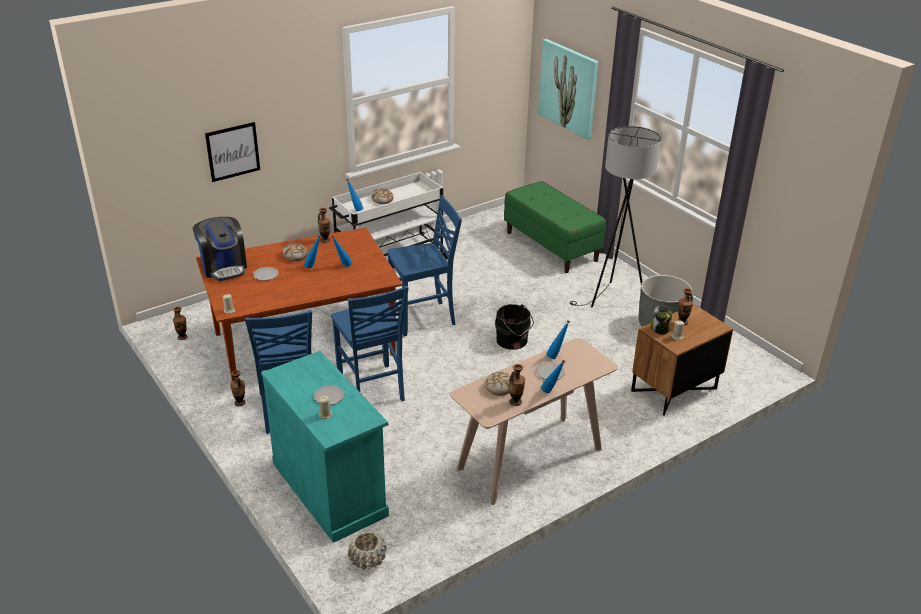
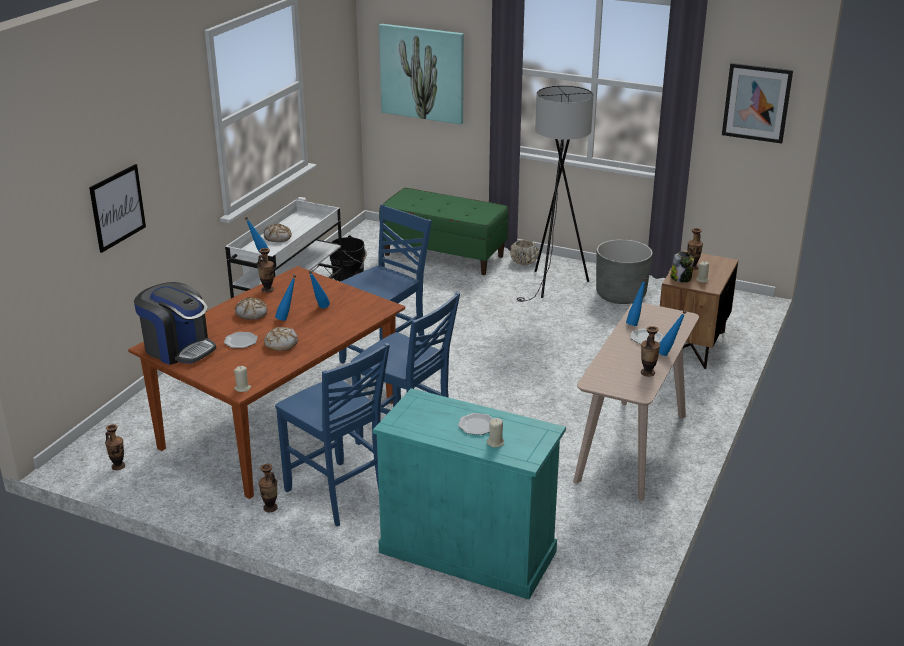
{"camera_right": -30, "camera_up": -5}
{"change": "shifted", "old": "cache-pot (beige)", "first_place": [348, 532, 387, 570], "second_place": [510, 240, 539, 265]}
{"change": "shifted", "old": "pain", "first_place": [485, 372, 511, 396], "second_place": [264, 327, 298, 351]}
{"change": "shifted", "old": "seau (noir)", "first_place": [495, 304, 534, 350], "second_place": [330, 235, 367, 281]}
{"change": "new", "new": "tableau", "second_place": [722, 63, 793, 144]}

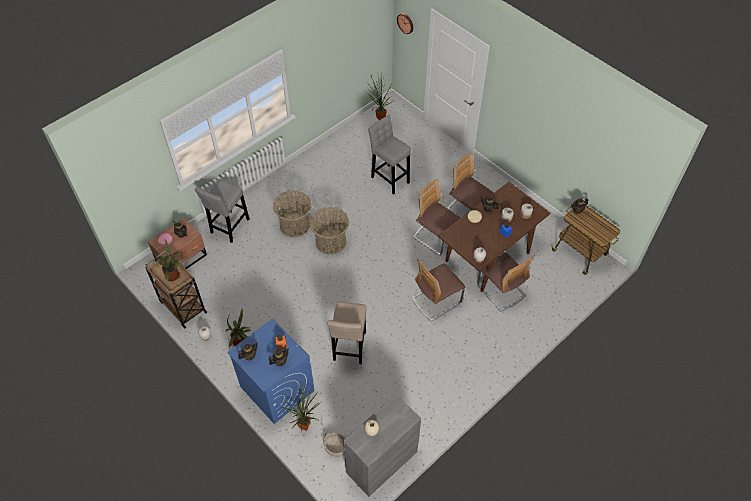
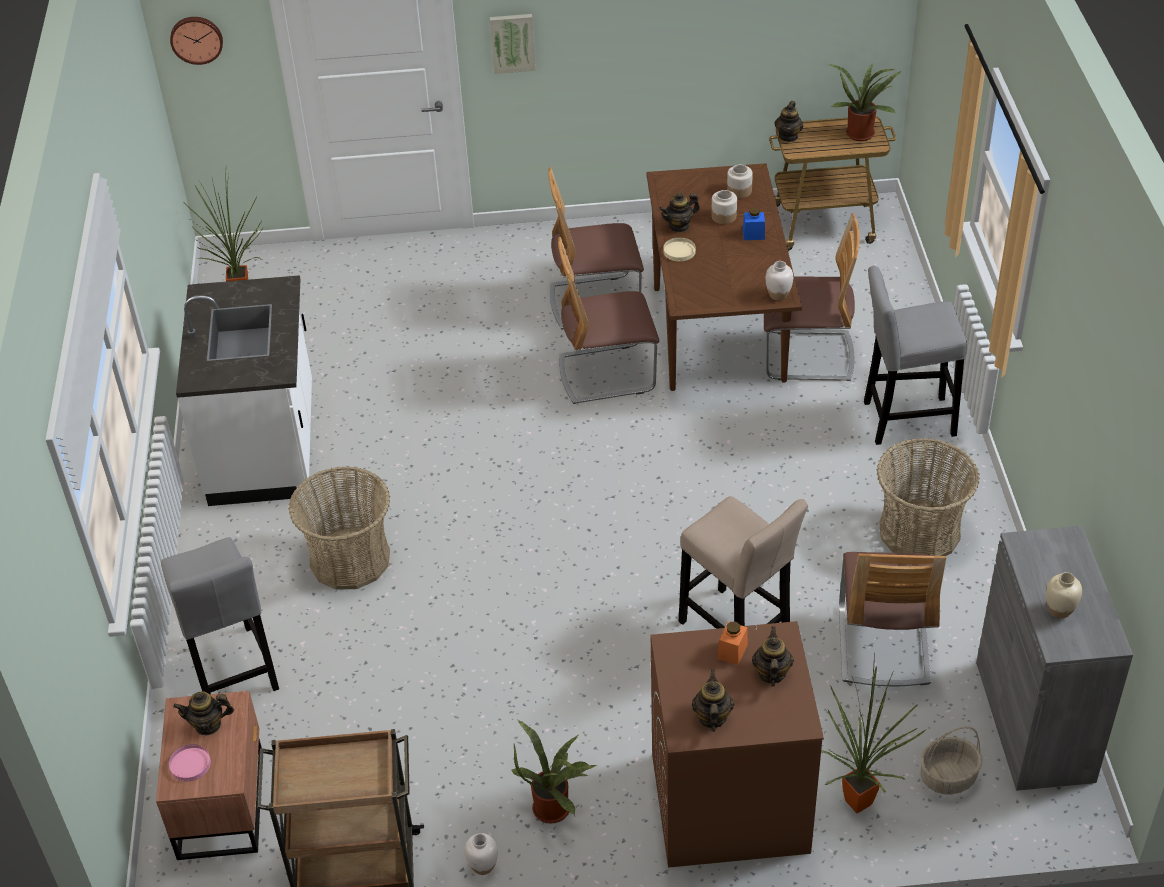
{"camera_right": -50, "camera_up": -10}
{"change": "shifted", "old": "plante en pot", "first_place": [155, 239, 184, 281], "second_place": [828, 63, 901, 141]}
{"change": "repainted", "old": "lave-linge (bleu)", "new": "lave-linge (marron)", "first_place": [227, 319, 315, 424], "second_place": [651, 621, 824, 868]}
{"change": "shifted", "old": "panier", "first_place": [310, 207, 349, 255], "second_place": [877, 438, 980, 556]}
{"change": "shifted", "old": "tabouret (gris)", "first_place": [368, 115, 411, 195], "second_place": [864, 266, 967, 445]}
{"change": "shifted", "old": "chaise", "first_place": [412, 258, 465, 322], "second_place": [839, 552, 946, 686]}
{"change": "new", "new": "comptoir de cuisine (blanc)", "second_place": [176, 275, 312, 506]}
{"change": "new", "new": "tableau", "second_place": [490, 14, 536, 74]}

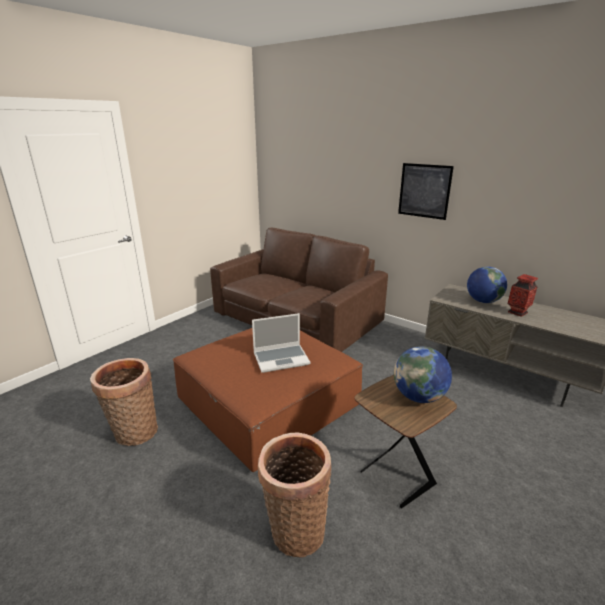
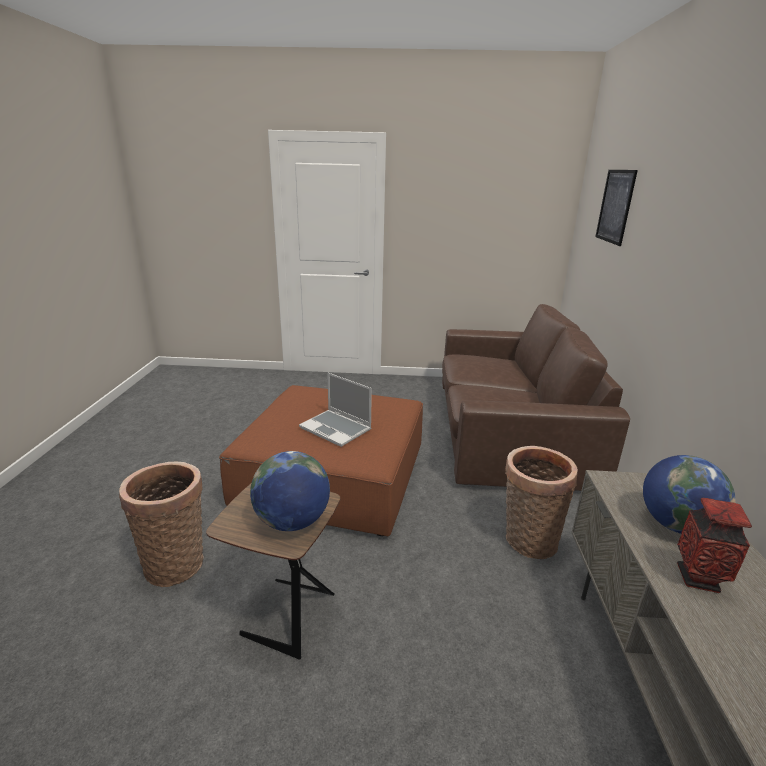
{"camera_right": 55, "camera_up": 0}
{"change": "shifted", "old": "panier", "first_place": [90, 358, 158, 446], "second_place": [505, 446, 578, 559]}
{"change": "shifted", "old": "tableau", "first_place": [398, 163, 454, 220], "second_place": [595, 170, 638, 246]}

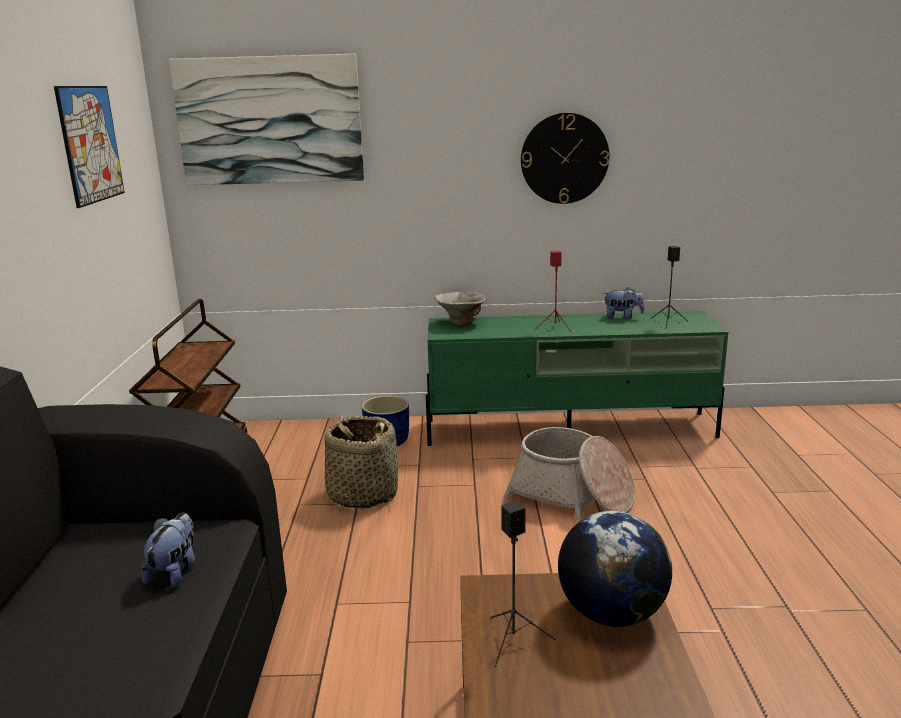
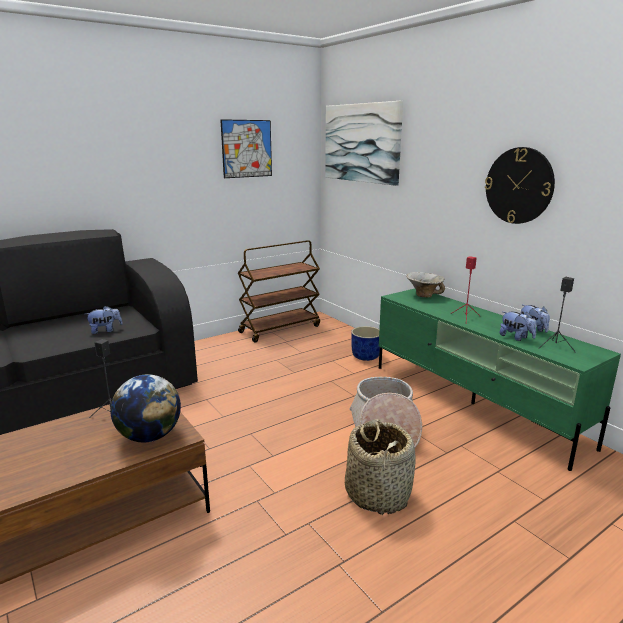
{"camera_right": 55, "camera_up": 0}
{"change": "shifted", "old": "panier", "first_place": [325, 416, 398, 509], "second_place": [345, 419, 416, 515]}
{"change": "new", "new": "peluche", "second_place": [499, 311, 536, 341]}

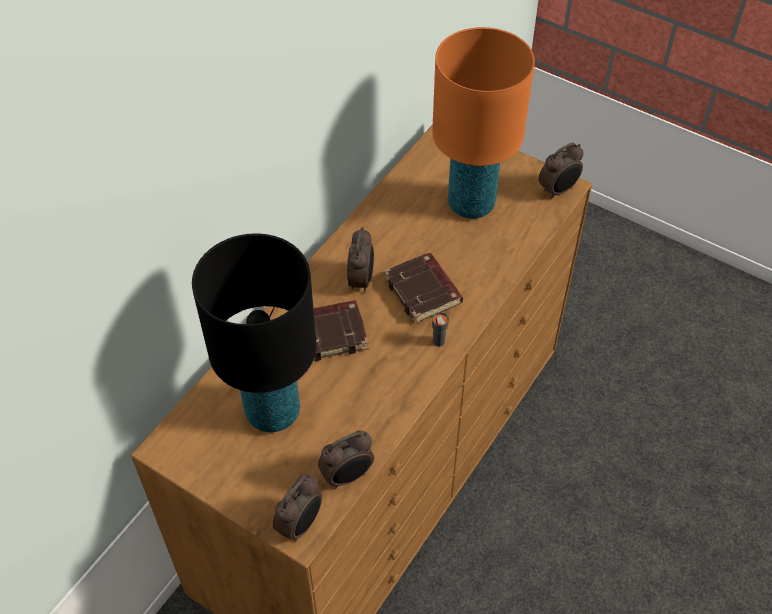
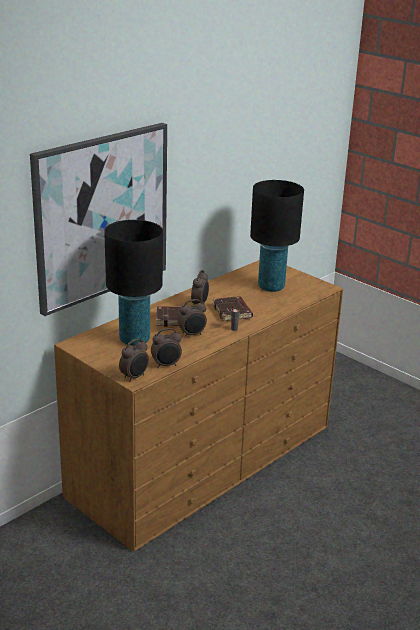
{"camera_right": 10, "camera_up": -25}
{"change": "repainted", "old": "lampe de table (orange)", "new": "lampe de table (noir)", "first_place": [432, 27, 535, 219], "second_place": [250, 180, 304, 292]}
{"change": "shifted", "old": "réveil", "first_place": [539, 143, 584, 199], "second_place": [178, 299, 207, 338]}
{"change": "new", "new": "tableau", "second_place": [30, 123, 167, 316]}

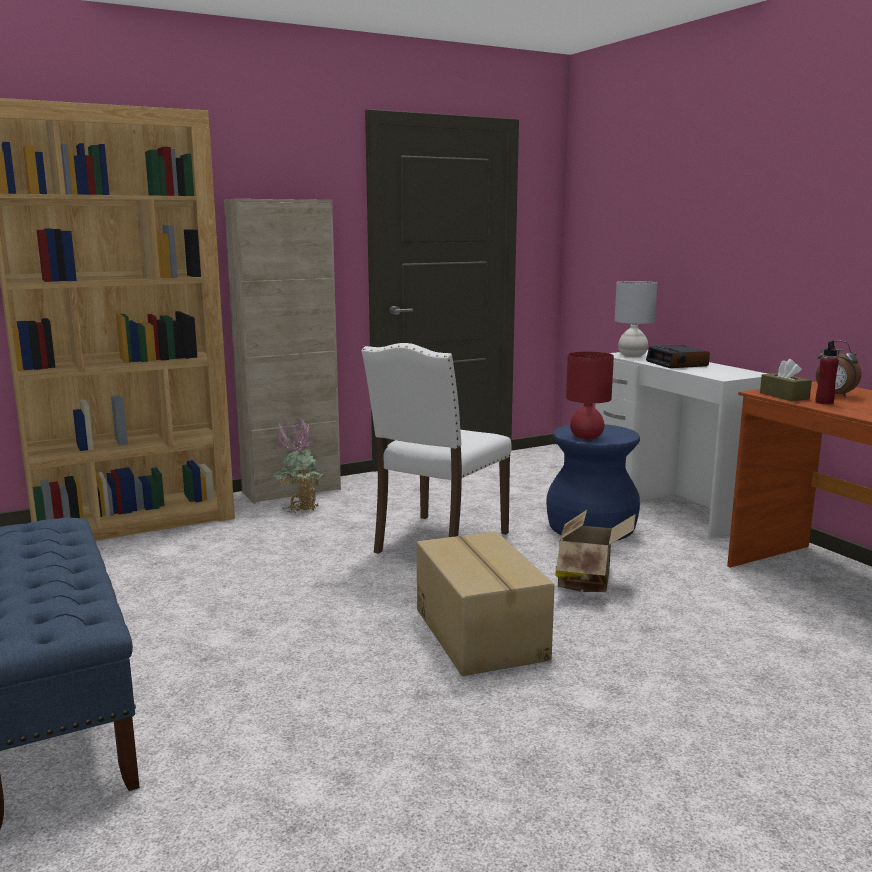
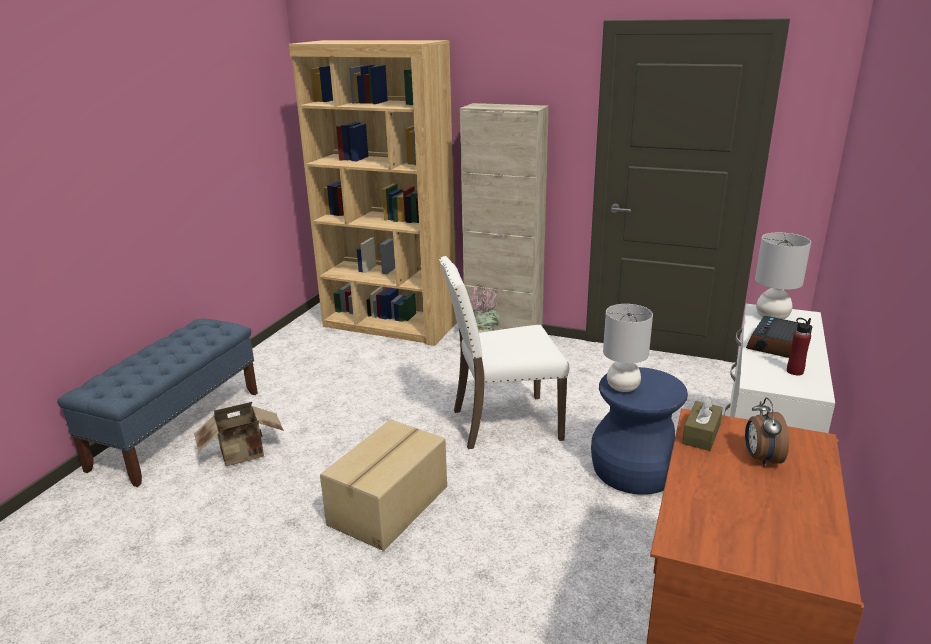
{"camera_right": 50, "camera_up": 10}
{"change": "shifted", "old": "carton", "first_place": [556, 510, 635, 592], "second_place": [194, 402, 284, 466]}
{"change": "repainted", "old": "lampe de table (rouge)", "new": "lampe de table (gris)", "first_place": [566, 351, 614, 439], "second_place": [603, 304, 653, 392]}
{"change": "shifted", "old": "bouteille (rouge)", "first_place": [816, 341, 839, 404], "second_place": [787, 318, 811, 375]}

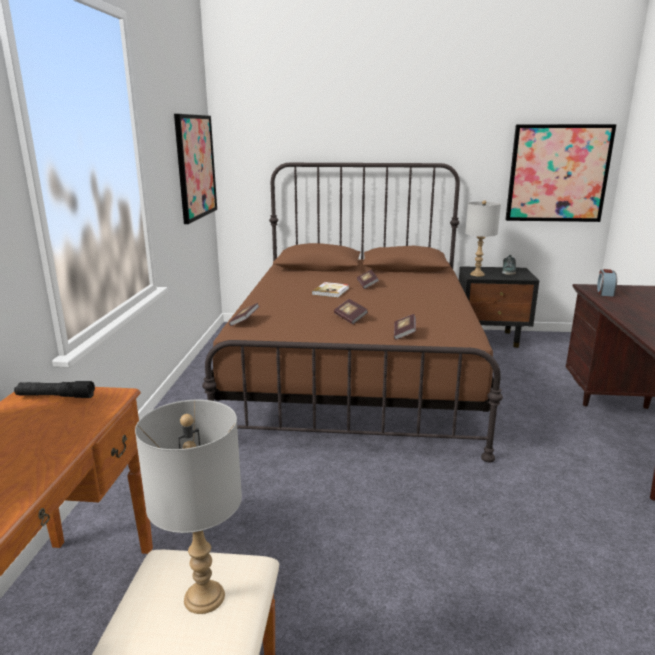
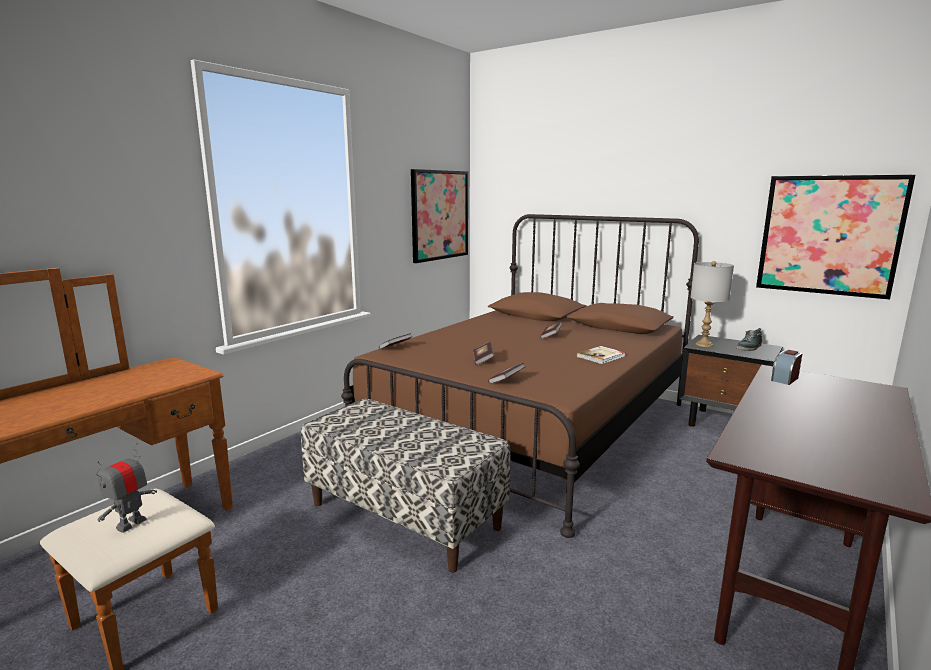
{"camera_right": 30, "camera_up": -5}
{"change": "gone", "old": "lampe de poche (noir)", "first_place": [14, 381, 95, 398]}
{"change": "swapped", "old": "lampe de table (gris)", "new": "robot jouet", "first_place": [135, 400, 242, 614], "second_place": [96, 443, 157, 533]}
{"change": "shifted", "old": "livre", "first_place": [312, 282, 349, 298], "second_place": [577, 346, 626, 364]}
{"change": "new", "new": "banc", "second_place": [301, 399, 511, 572]}

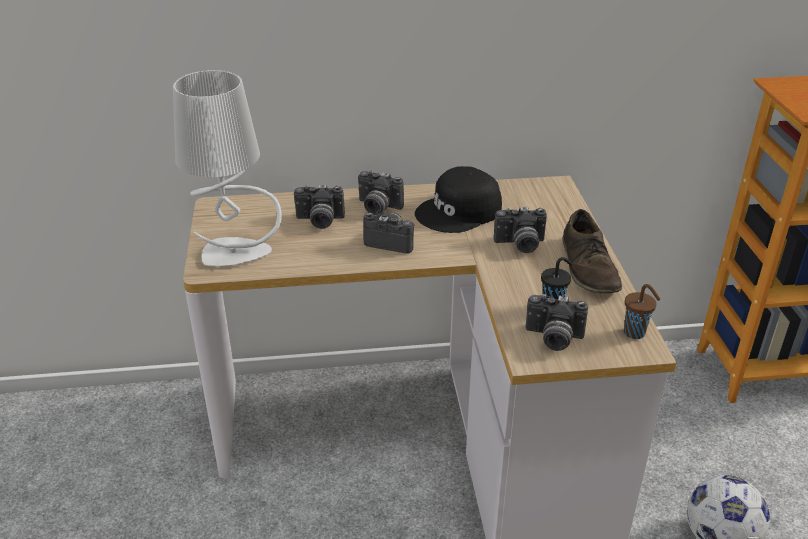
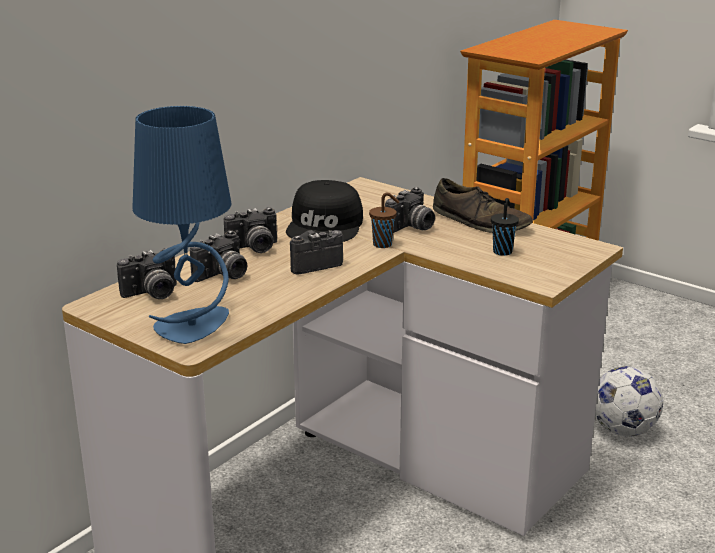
{"camera_right": -45, "camera_up": -10}
{"change": "repainted", "old": "lampe de table (blanc)", "new": "lampe de table (bleu)", "first_place": [173, 70, 282, 267], "second_place": [132, 106, 231, 344]}
{"change": "shifted", "old": "appareil photo", "first_place": [525, 294, 588, 351], "second_place": [117, 248, 177, 299]}
{"change": "shifted", "old": "tasse (marron)", "first_place": [624, 284, 660, 339], "second_place": [369, 193, 399, 248]}

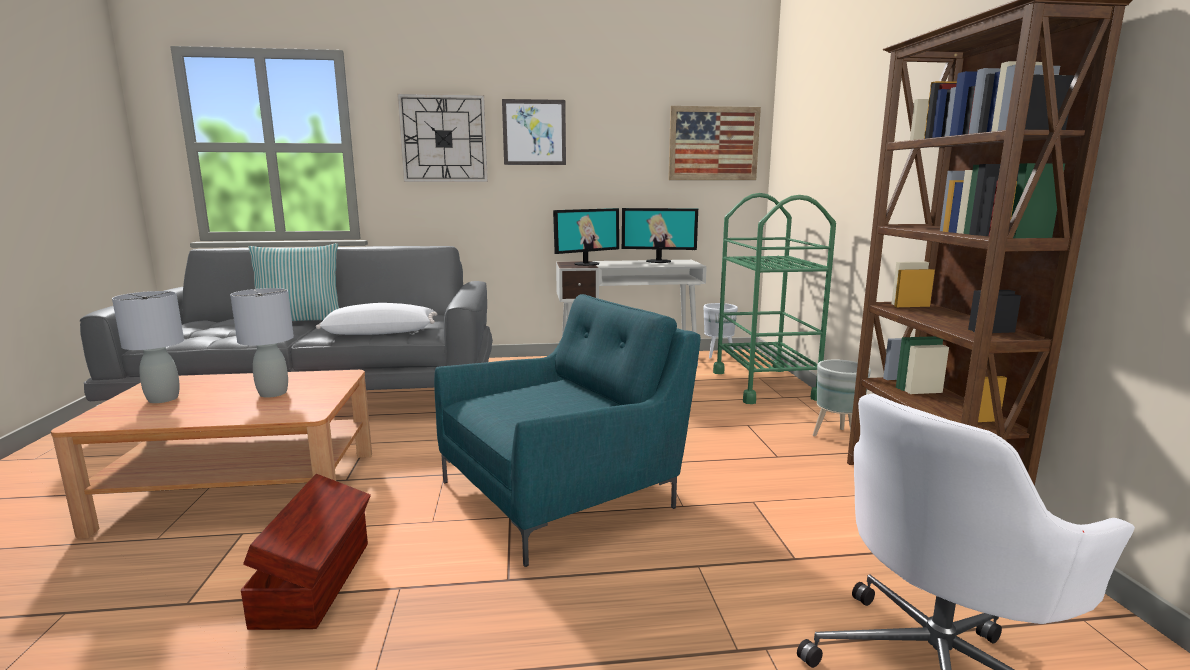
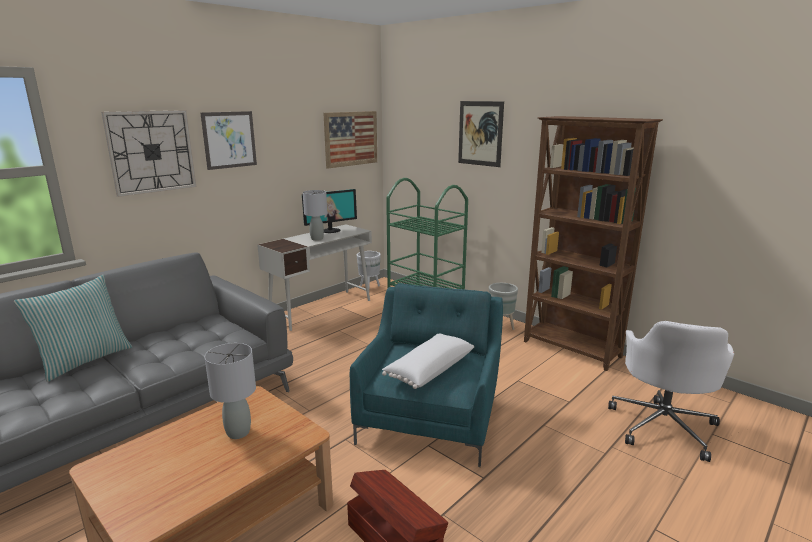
{"camera_right": -40, "camera_up": 5}
{"change": "shifted", "old": "lampe de table (gris)", "first_place": [112, 291, 184, 403], "second_place": [303, 190, 327, 241]}
{"change": "shifted", "old": "coussin (blanc)", "first_place": [316, 303, 437, 335], "second_place": [382, 334, 474, 389]}
{"change": "gone", "old": "écran d'ordinateur", "first_place": [553, 208, 619, 266]}
{"change": "new", "new": "tableau", "second_place": [458, 101, 504, 167]}

